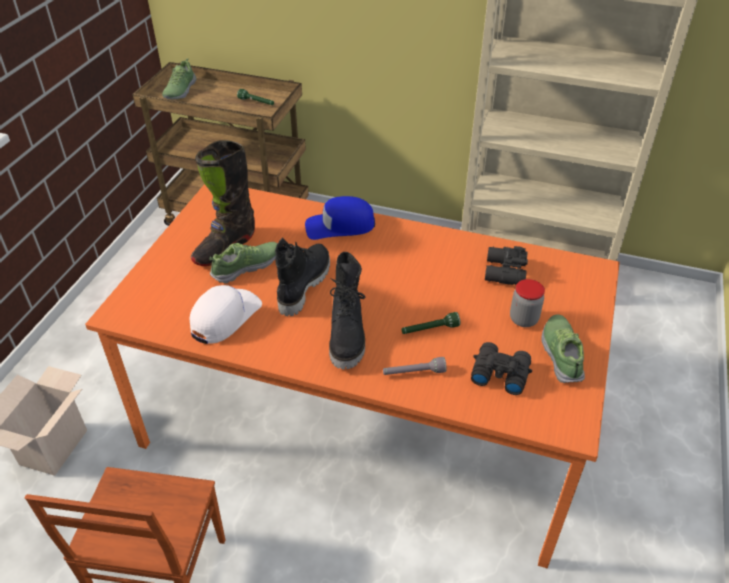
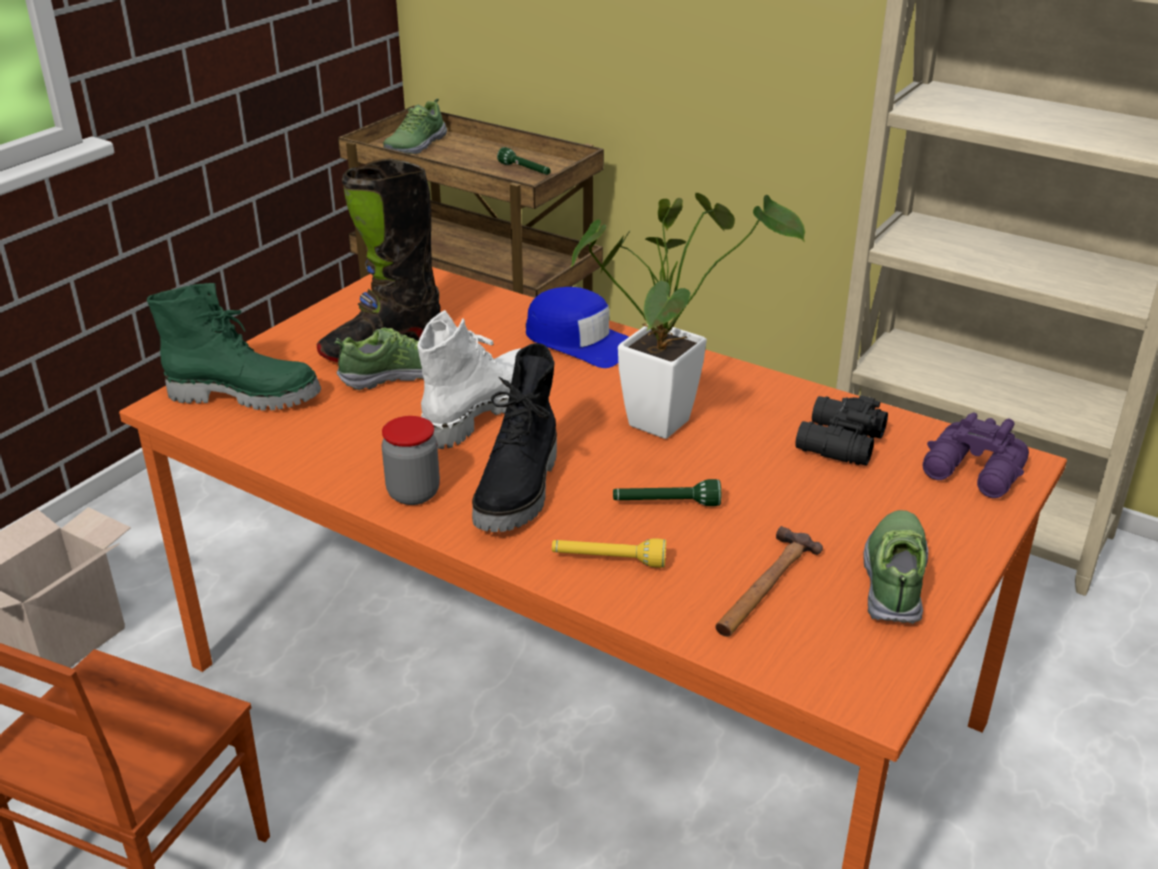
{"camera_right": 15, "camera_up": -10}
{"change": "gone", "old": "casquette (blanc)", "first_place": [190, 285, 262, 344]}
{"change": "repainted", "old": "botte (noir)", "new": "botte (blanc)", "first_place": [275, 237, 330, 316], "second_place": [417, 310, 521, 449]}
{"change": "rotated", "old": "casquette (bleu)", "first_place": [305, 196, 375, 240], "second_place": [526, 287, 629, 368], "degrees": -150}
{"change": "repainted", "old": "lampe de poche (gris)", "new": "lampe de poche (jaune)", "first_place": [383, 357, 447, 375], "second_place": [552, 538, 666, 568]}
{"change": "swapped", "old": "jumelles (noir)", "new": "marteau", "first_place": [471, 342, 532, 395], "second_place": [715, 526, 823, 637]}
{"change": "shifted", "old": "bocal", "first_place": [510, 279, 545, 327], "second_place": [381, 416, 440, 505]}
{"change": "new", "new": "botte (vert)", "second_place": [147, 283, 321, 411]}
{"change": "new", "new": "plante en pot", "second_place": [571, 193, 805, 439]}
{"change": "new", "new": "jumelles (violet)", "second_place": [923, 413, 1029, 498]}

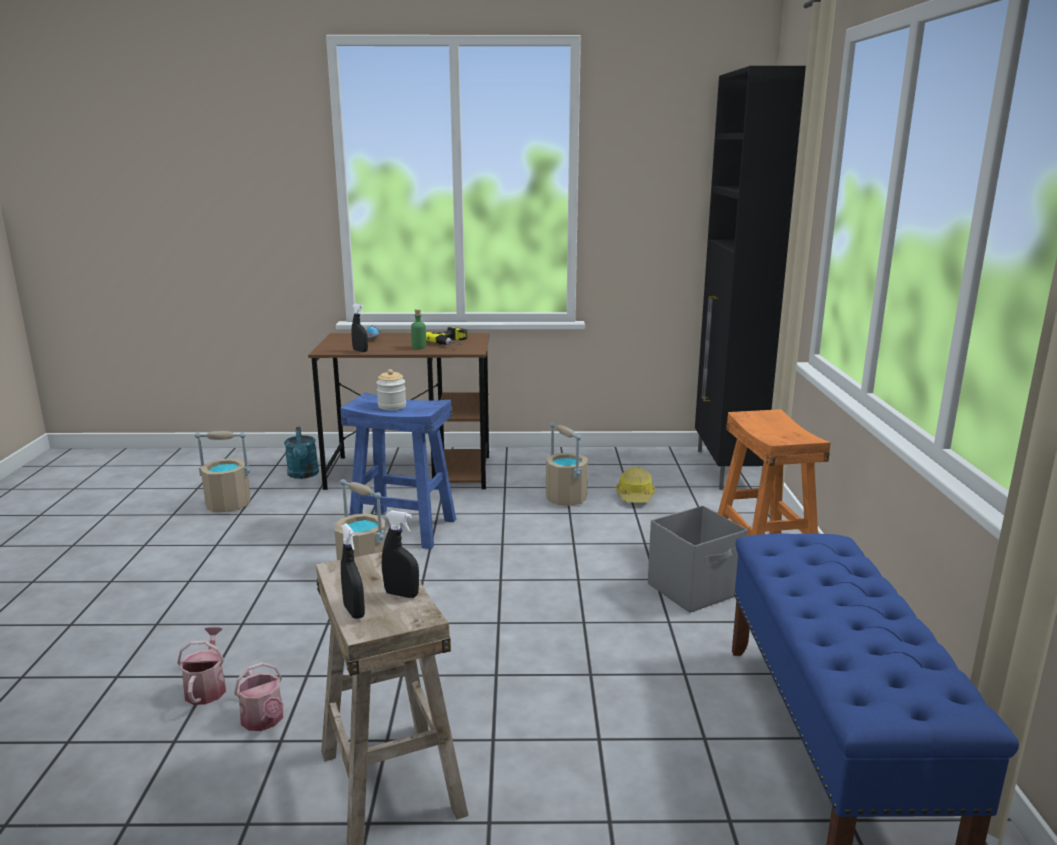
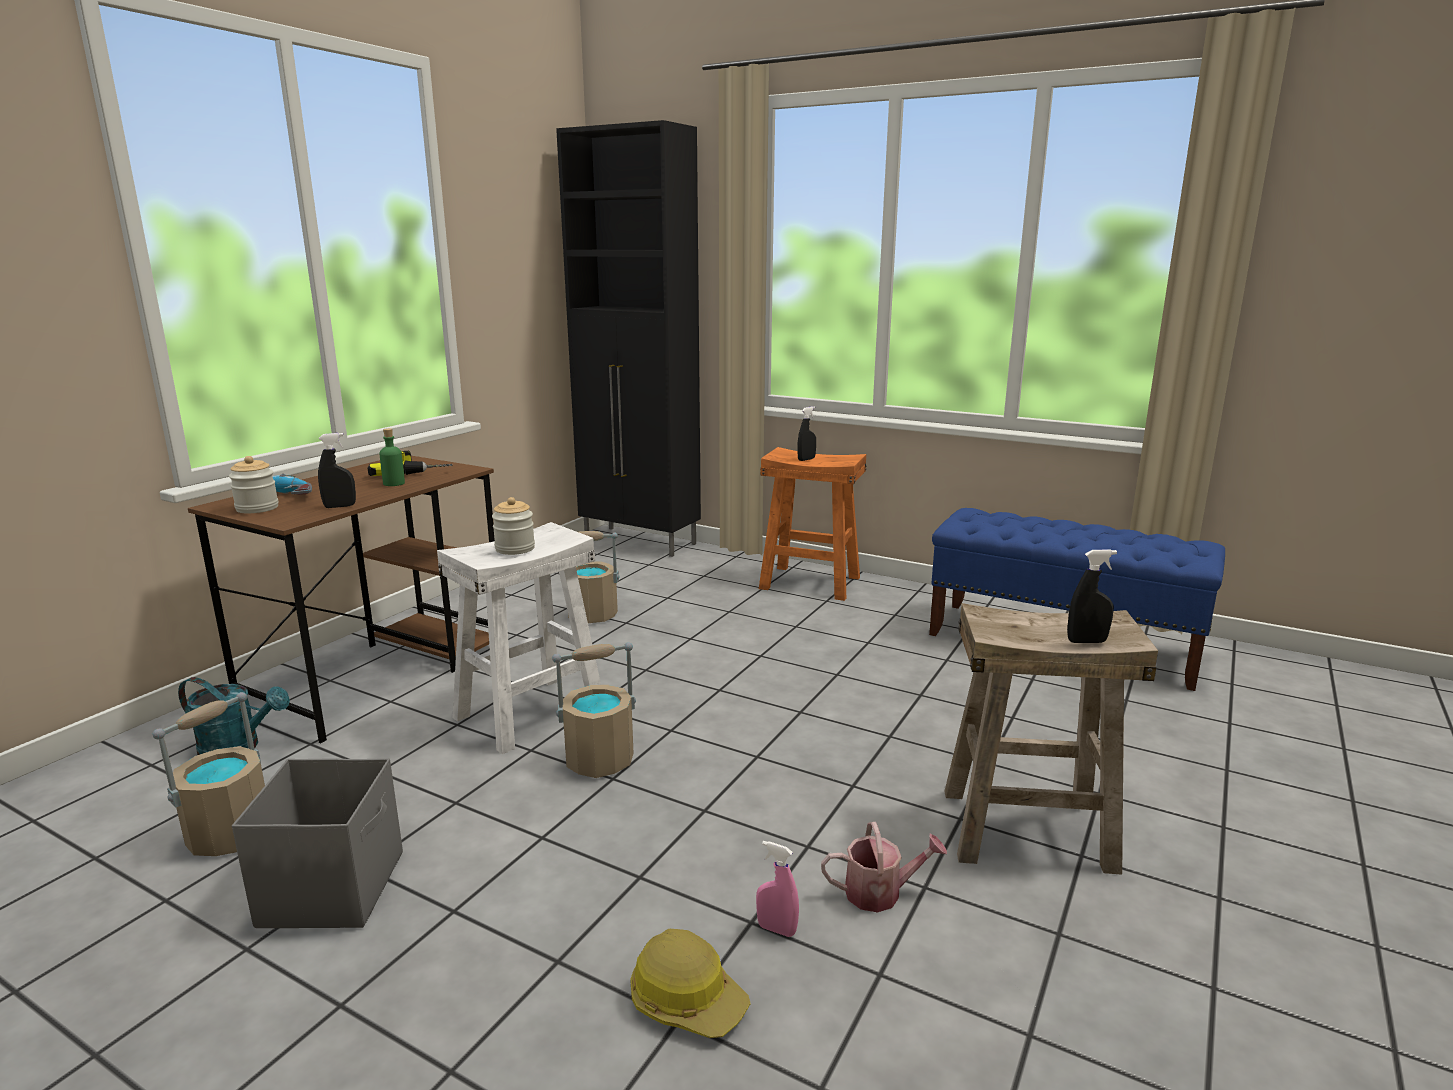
{"camera_right": -60, "camera_up": 0}
{"change": "swapped", "old": "arrosoir", "new": "vaporisateur (rose)", "first_place": [177, 627, 226, 705], "second_place": [756, 841, 799, 937]}
{"change": "repainted", "old": "tabouret (bleu)", "new": "tabouret (blanc)", "first_place": [340, 392, 456, 549], "second_place": [437, 522, 601, 754]}
{"change": "shifted", "old": "vaporisateur (noir)", "first_place": [382, 510, 419, 598], "second_place": [797, 406, 816, 461]}
{"change": "shifted", "old": "casque de chantier", "first_place": [616, 467, 655, 503], "second_place": [631, 929, 751, 1038]}
{"change": "shifted", "old": "boîte de rangement (gris)", "first_place": [648, 506, 748, 613], "second_place": [232, 758, 403, 928]}
{"change": "new", "new": "bocal", "second_place": [229, 456, 279, 513]}

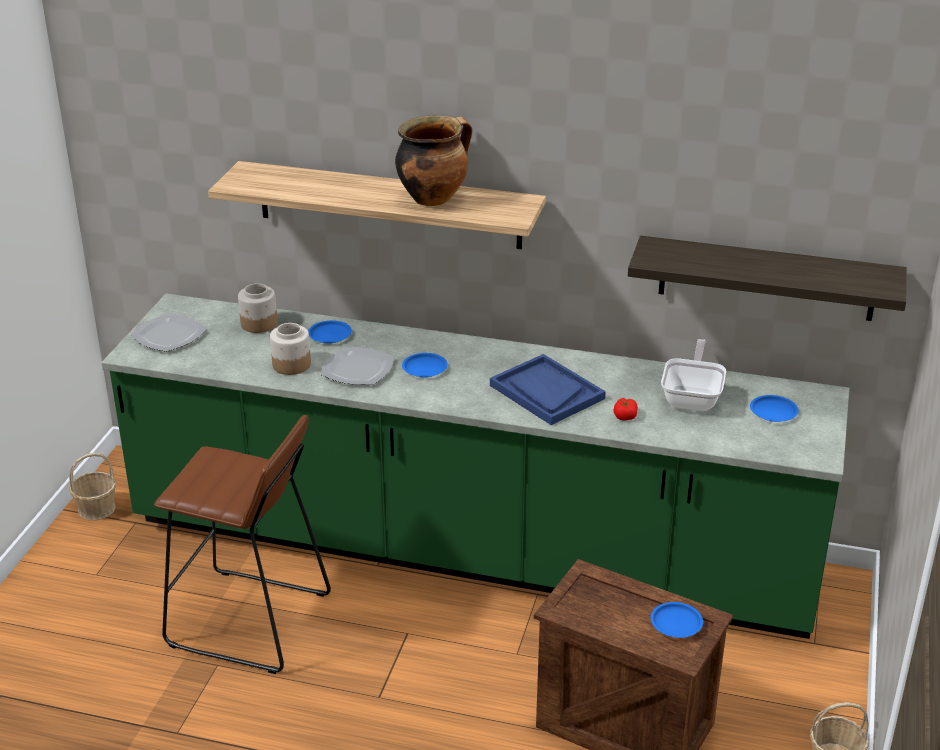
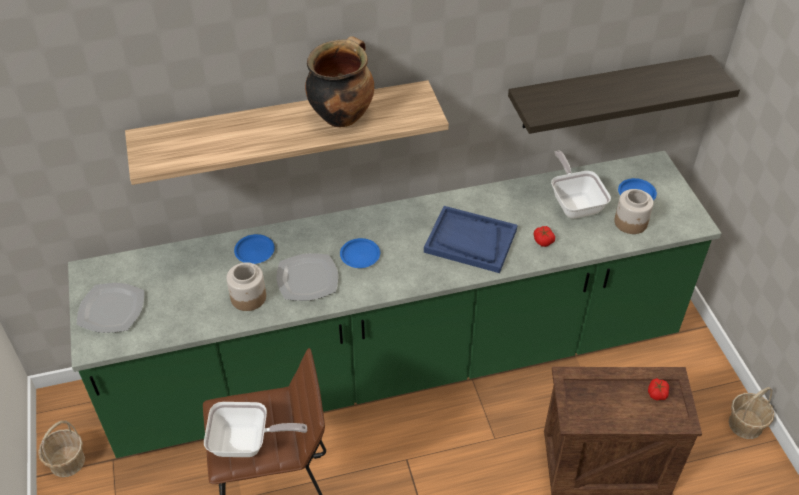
{"camera_right": -30, "camera_up": 15}
{"change": "shifted", "old": "bocal", "first_place": [238, 283, 277, 333], "second_place": [614, 189, 654, 234]}
{"change": "swapped", "old": "assiette (bleu)", "new": "tomate", "first_place": [651, 602, 703, 638], "second_place": [648, 378, 669, 400]}
{"change": "new", "new": "poêle", "second_place": [204, 402, 307, 457]}

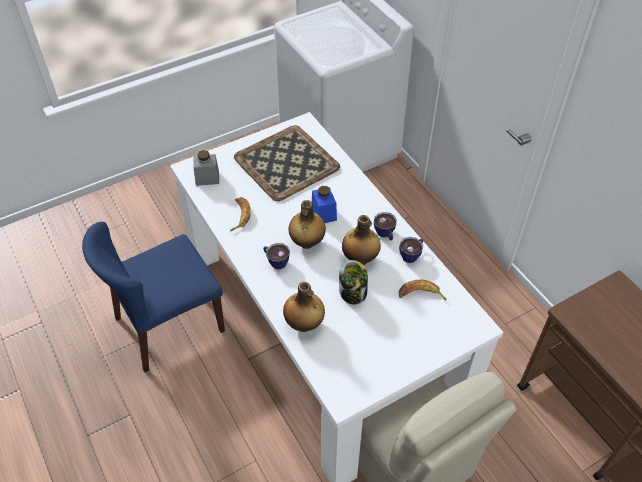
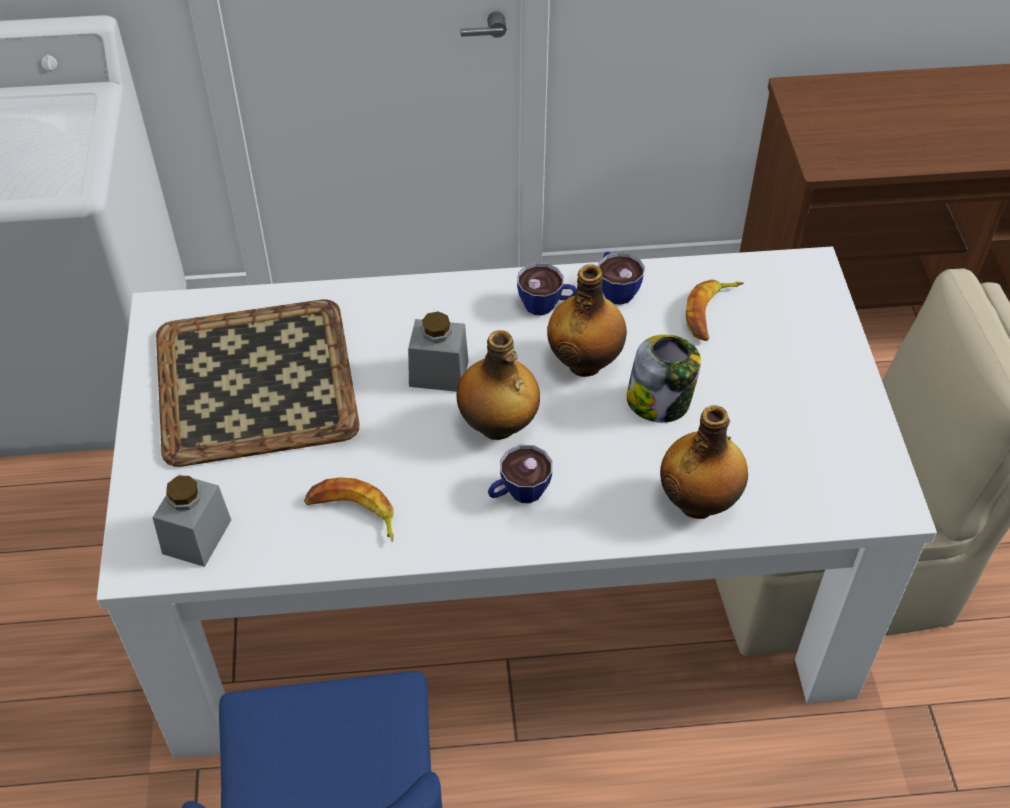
{"camera_right": -65, "camera_up": 0}
{"change": "repainted", "old": "bocal (bleu)", "new": "bocal (gris)", "first_place": [312, 186, 337, 223], "second_place": [408, 311, 469, 392]}

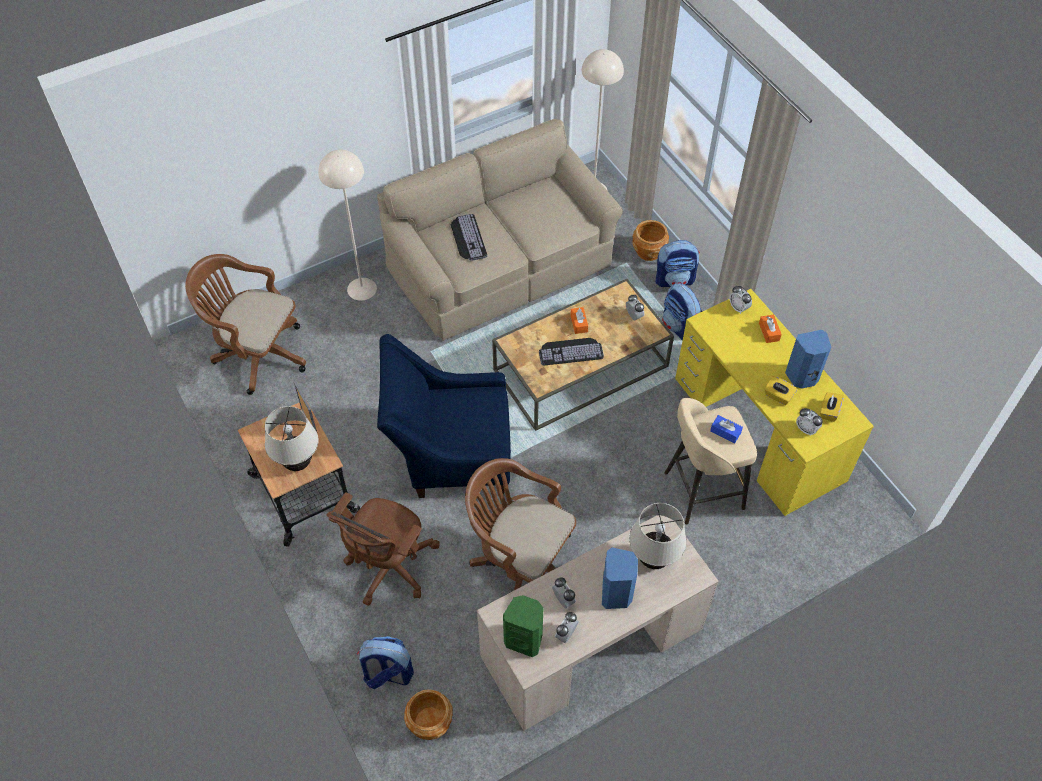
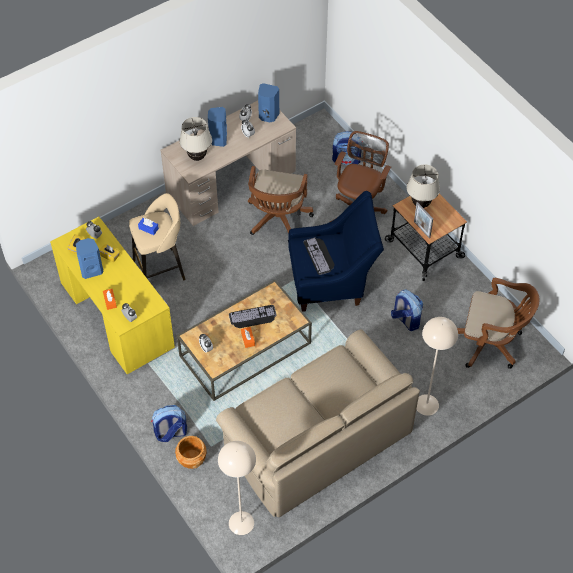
{"camera_right": 175, "camera_up": 0}
{"change": "gone", "old": "cache-pot (marron)", "first_place": [404, 689, 453, 740]}
{"change": "shifted", "old": "clavier", "first_place": [451, 214, 487, 261], "second_place": [303, 237, 335, 275]}
{"change": "rotated", "old": "chaise de bureau (marron)", "first_place": [465, 458, 576, 590], "second_place": [248, 166, 314, 243], "degrees": 75}
{"change": "repainted", "old": "enceinte (vert)", "new": "enceinte (bleu)", "first_place": [503, 595, 543, 657], "second_place": [258, 83, 279, 122]}
{"change": "shifted", "old": "sac à dos", "first_place": [662, 283, 702, 341], "second_place": [391, 289, 423, 331]}

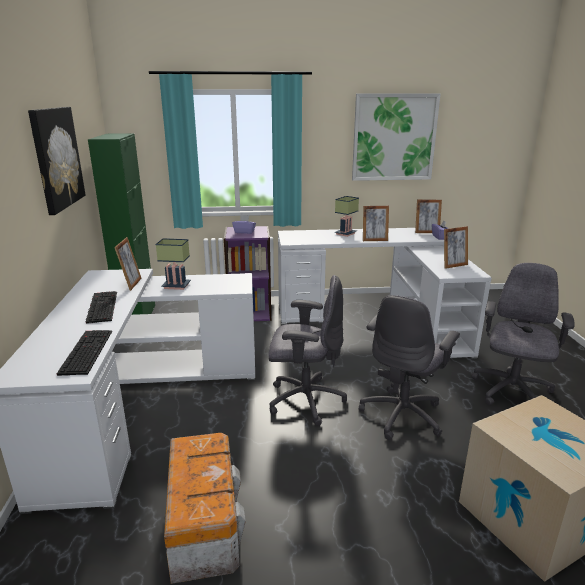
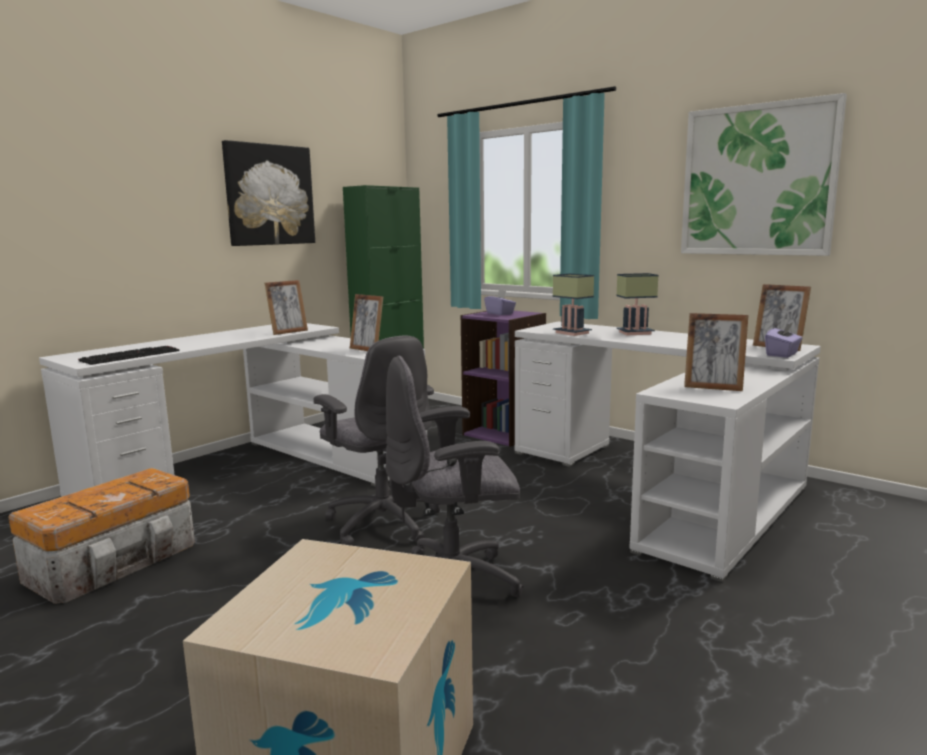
{"camera_right": 45, "camera_up": -10}
{"change": "gone", "old": "clavier", "first_place": [86, 291, 117, 324]}
{"change": "shifted", "old": "lampe de table", "first_place": [156, 238, 191, 290], "second_place": [553, 274, 594, 336]}
{"change": "shifted", "old": "cadre photo", "first_place": [363, 206, 389, 241], "second_place": [350, 294, 383, 351]}
{"change": "gone", "old": "chaise de bureau (gris)", "first_place": [471, 263, 575, 405]}

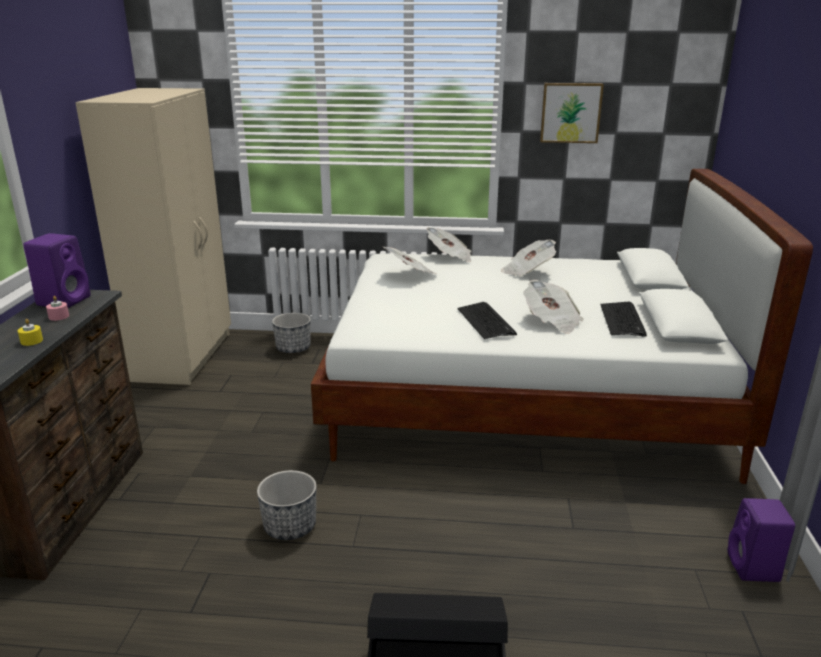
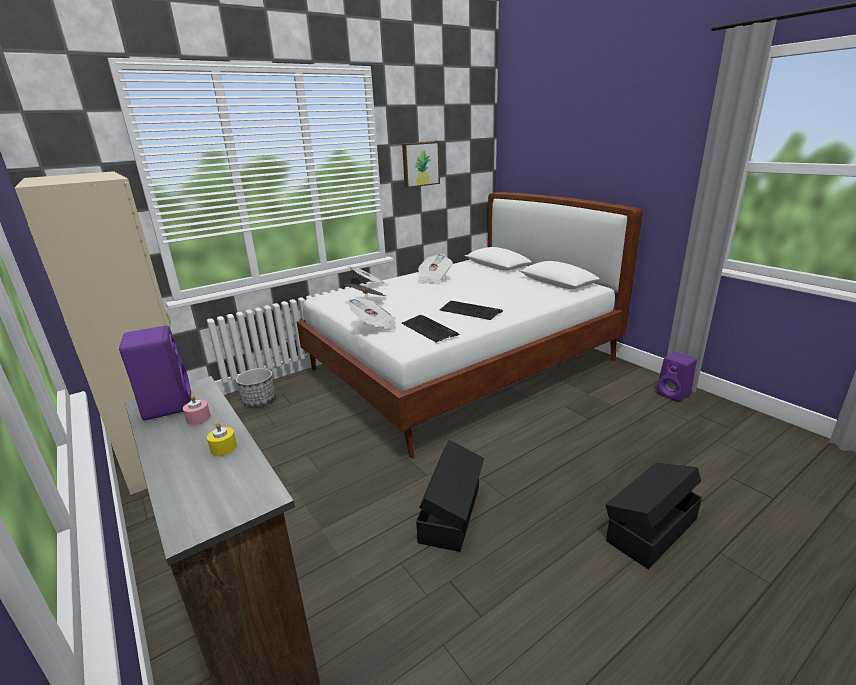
{"camera_right": -40, "camera_up": 0}
{"change": "swapped", "old": "cache-pot", "new": "boîte de rangement (noir)", "first_place": [257, 470, 316, 540], "second_place": [416, 440, 484, 552]}
{"change": "shifted", "old": "journal", "first_place": [523, 280, 584, 334], "second_place": [348, 299, 396, 330]}
{"change": "shifted", "old": "clavier", "first_place": [600, 302, 647, 337], "second_place": [402, 315, 459, 343]}

